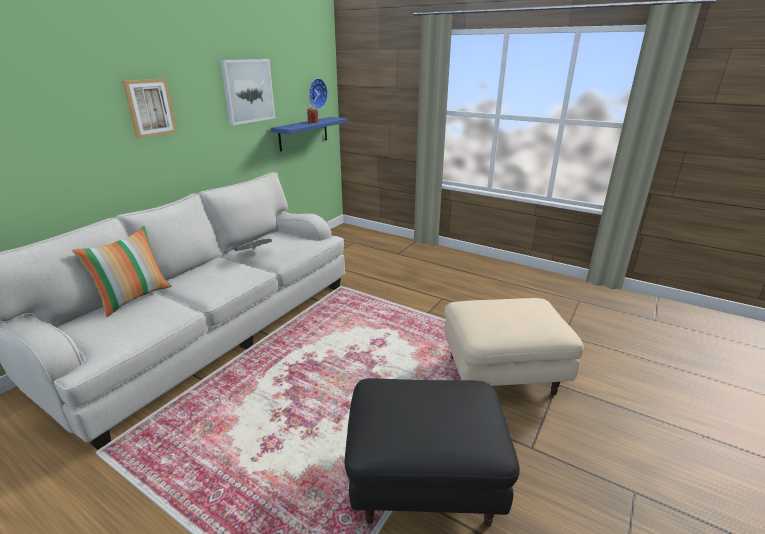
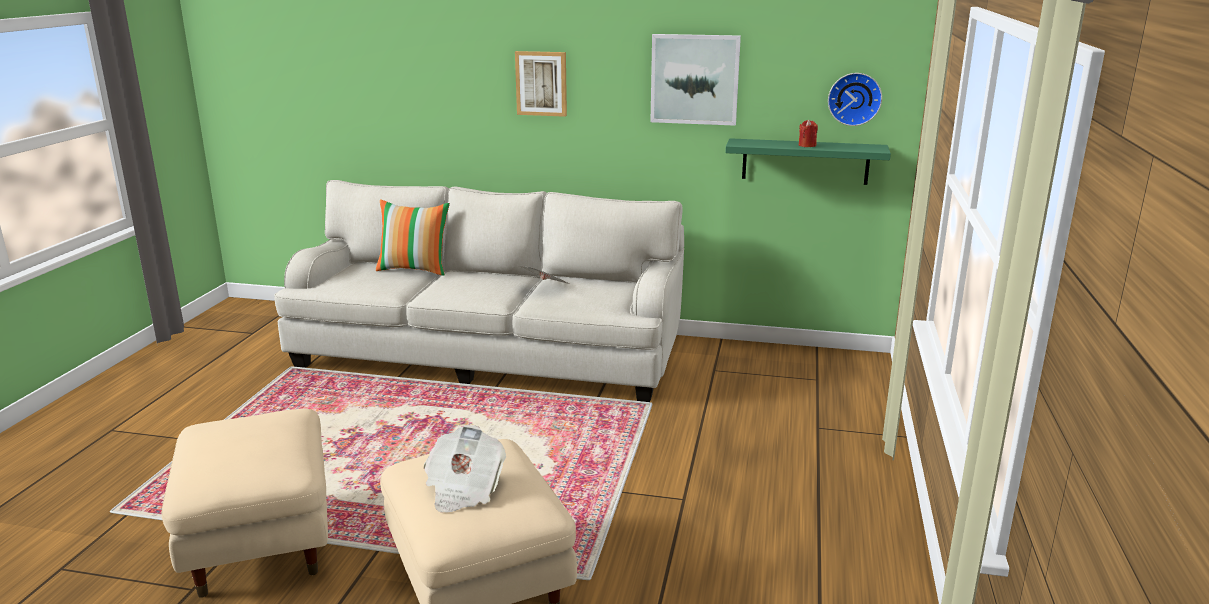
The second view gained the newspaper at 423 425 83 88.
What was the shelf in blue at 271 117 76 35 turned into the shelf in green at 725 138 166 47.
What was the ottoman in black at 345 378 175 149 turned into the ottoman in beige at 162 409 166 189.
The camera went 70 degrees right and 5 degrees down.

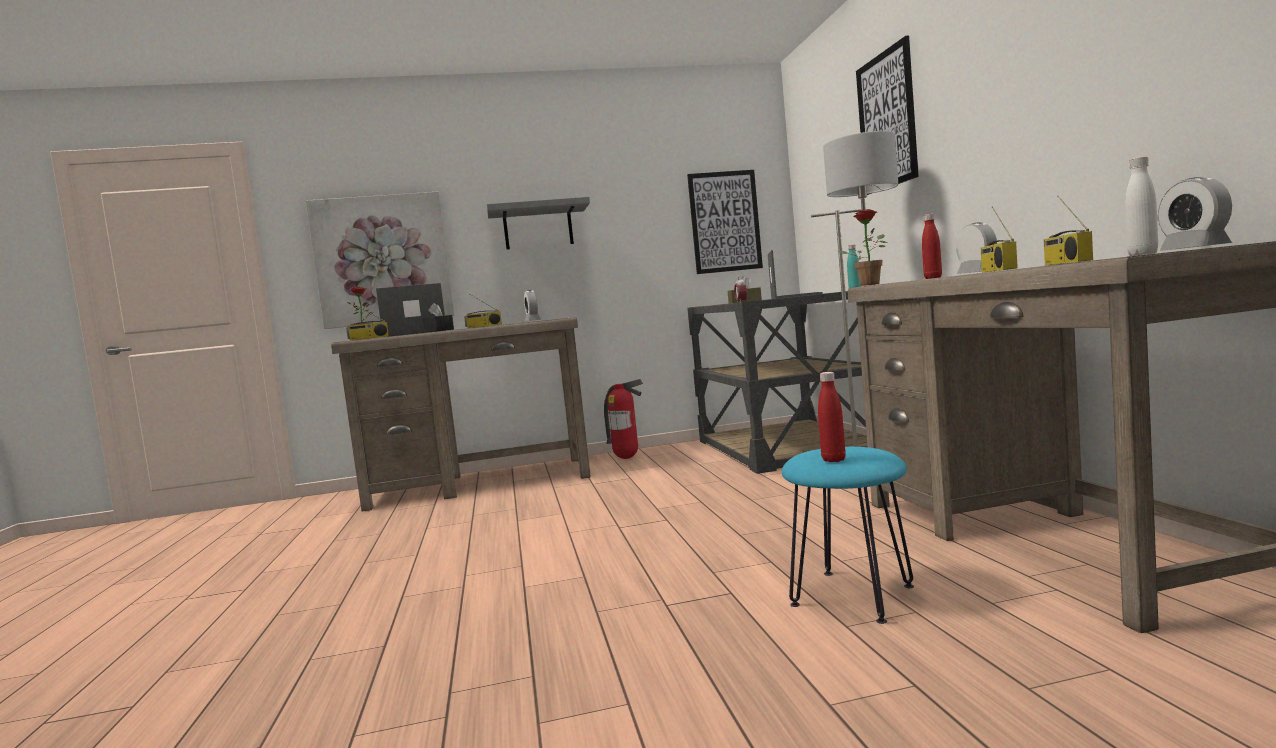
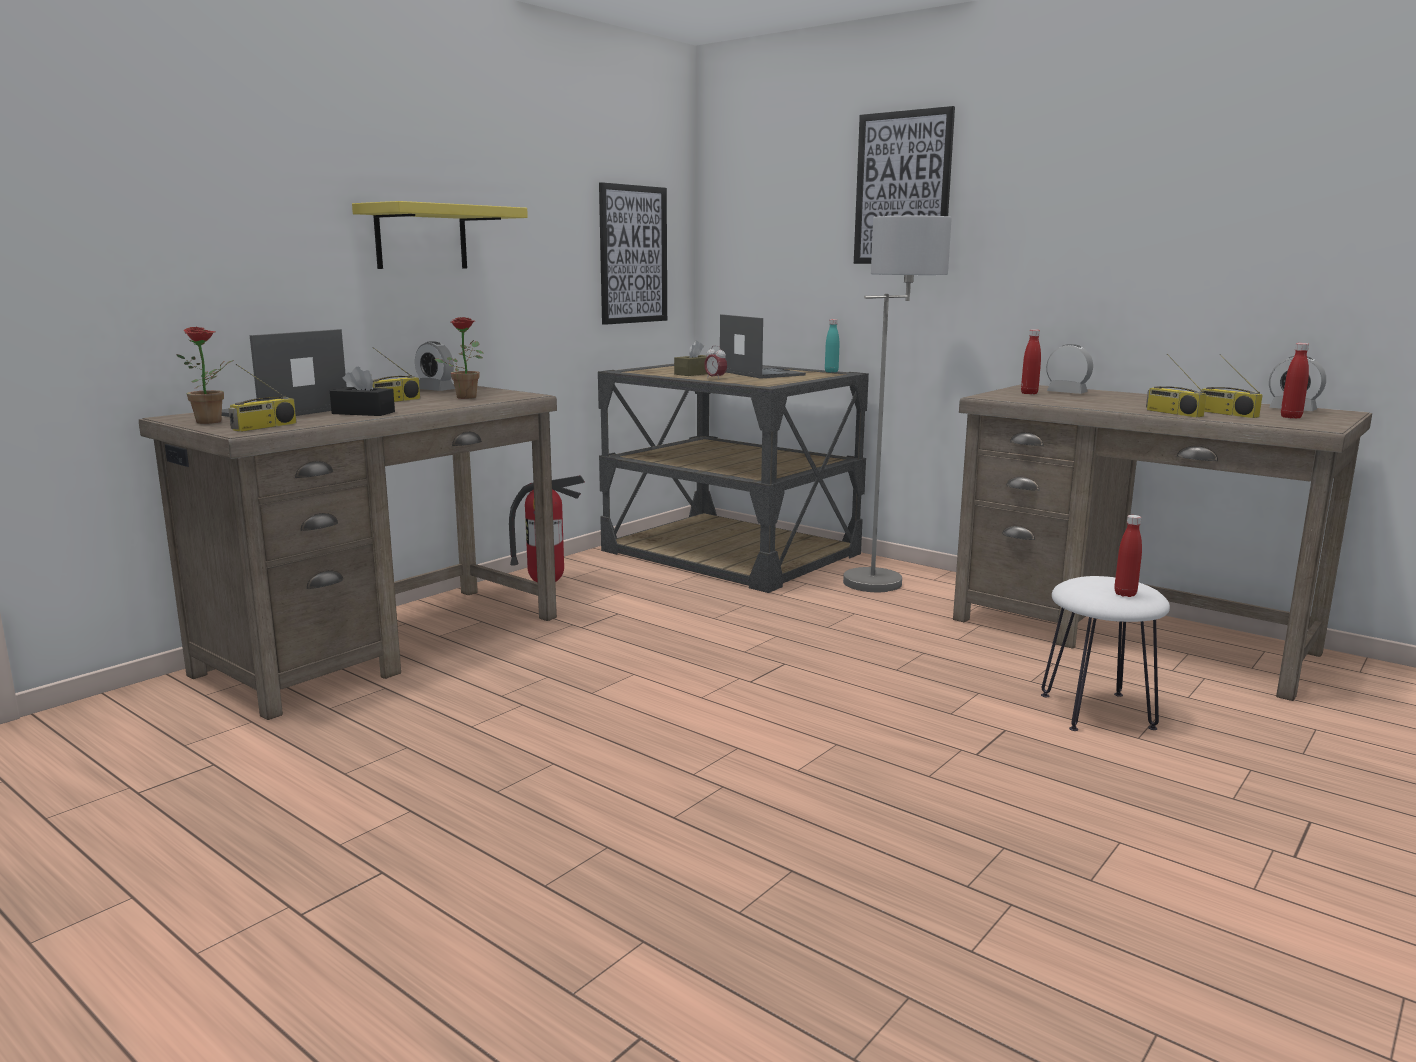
The second view lost the picture at 305 192 149 137.
The potted plant ended up elsewhere, having gone from 838 209 49 77 to 434 317 50 82.
What was the shelf in grey at 487 197 103 53 turned into the shelf in yellow at 352 201 176 68.
What was the stool in turquoise at 782 447 132 177 turned into the stool in white at 1041 576 129 155.
What was the bottle in white at 1125 157 33 99 turned into the bottle in red at 1281 343 28 76.
The camera went 40 degrees left and 10 degrees up.

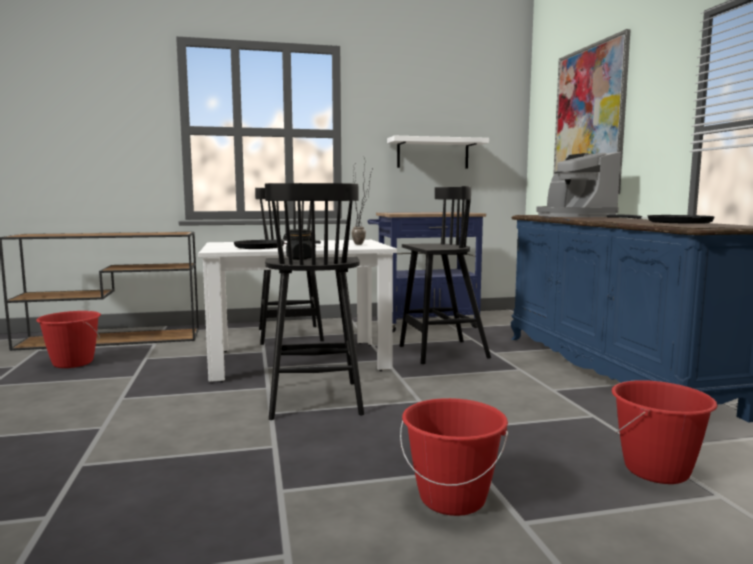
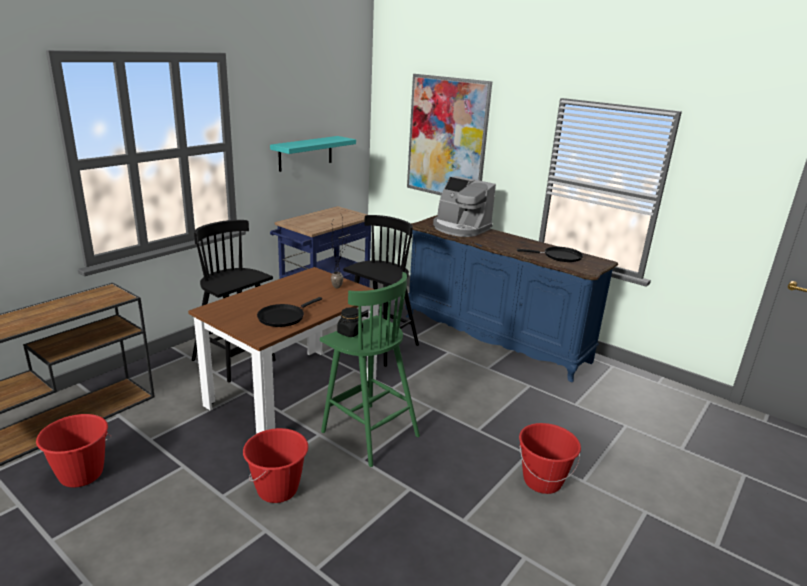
The bucket in red ended up elsewhere, having gone from 612 380 106 104 to 243 428 65 75.
What was the dining table in white at 198 240 199 142 turned into the dining table in brown at 188 267 191 167.
What was the stool in black at 265 183 99 237 turned into the stool in green at 320 272 100 195.
What was the shelf in white at 387 136 102 33 turned into the shelf in turquoise at 270 136 86 36.
The camera went 40 degrees left and 15 degrees up.

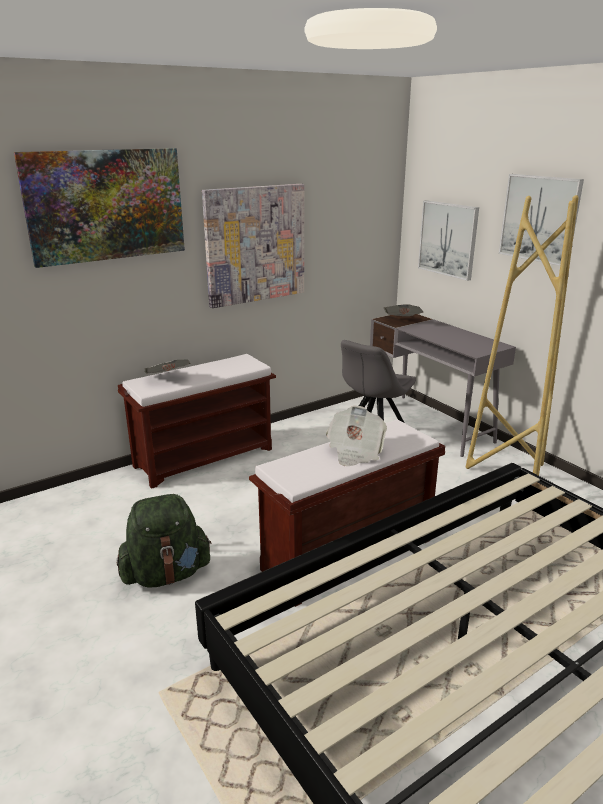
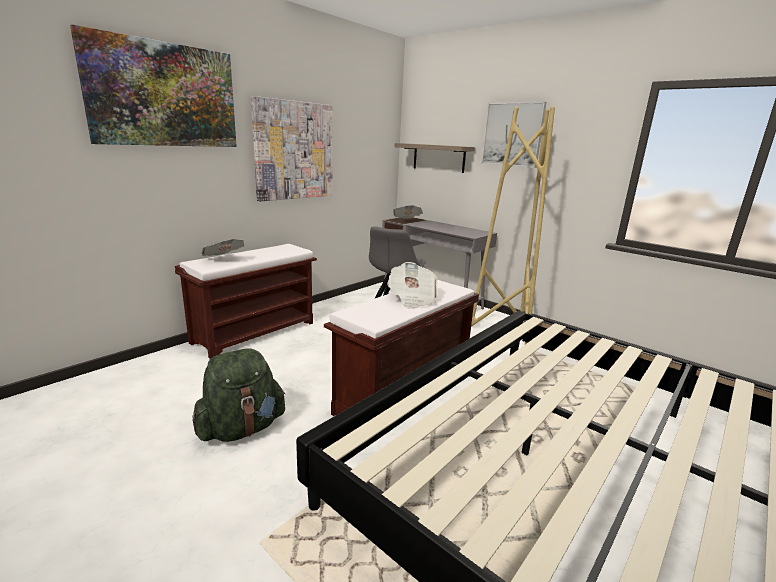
Where the picture hung at 418 200 61 81, the shelf came to hang at 395 143 80 30.
The camera went 15 degrees left and 5 degrees down.

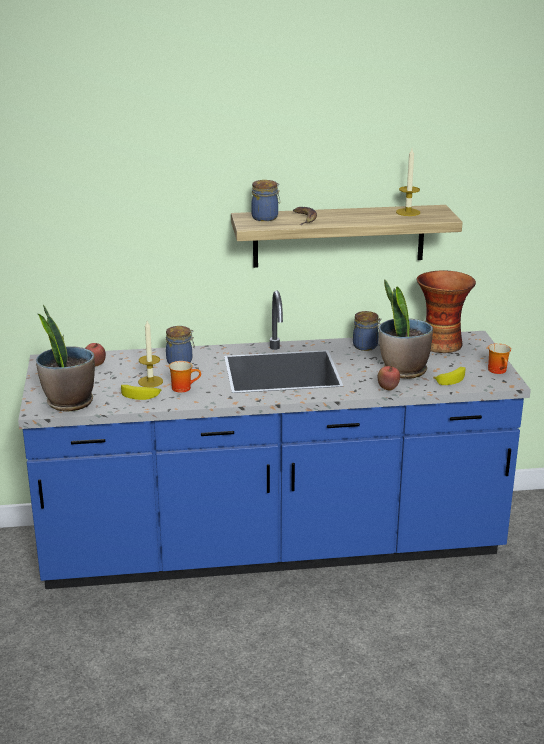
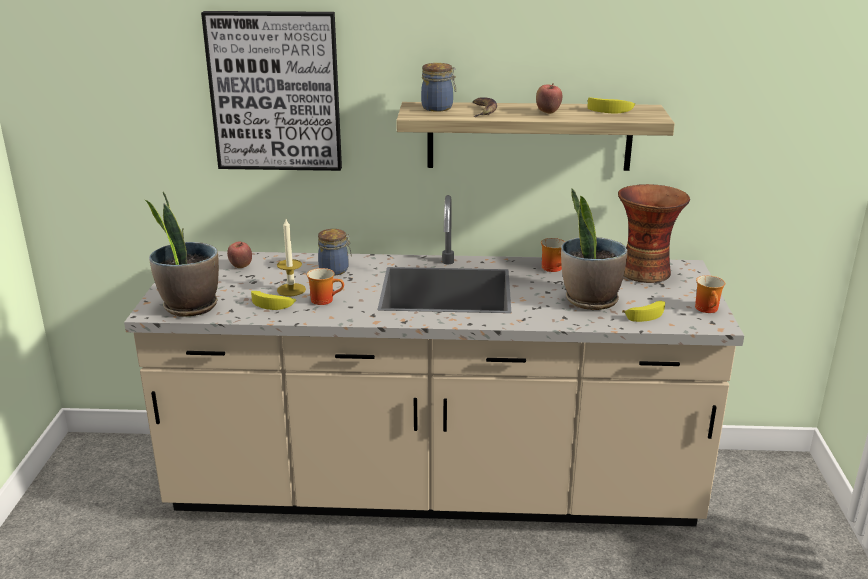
The second view gained the picture at 201 11 141 160.
The apple ended up elsewhere, having gone from 378 366 22 25 to 536 83 26 31.
Where the jar stood at 353 311 28 40, the mug came to stand at 541 238 24 34.
Where the candle stood at 396 149 24 67, the banana came to stand at 587 98 48 15.
What was the counter in blue at 18 291 513 298 turned into the counter in beige at 124 195 620 332.
The camera went 10 degrees right and 0 degrees up.

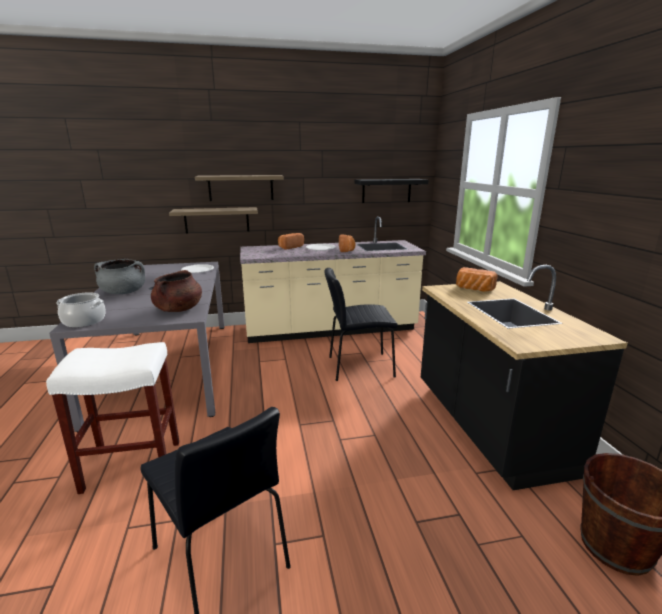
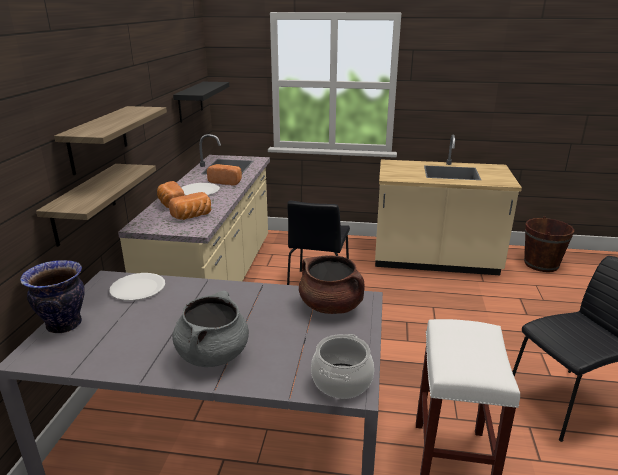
The second view gained the vase at 20 260 65 73.
The bread ended up elsewhere, having gone from 456 267 42 25 to 169 192 42 28.
What was the counter in black at 421 265 207 225 turned into the counter in beige at 375 135 147 140.
The camera went 70 degrees left and 5 degrees up.

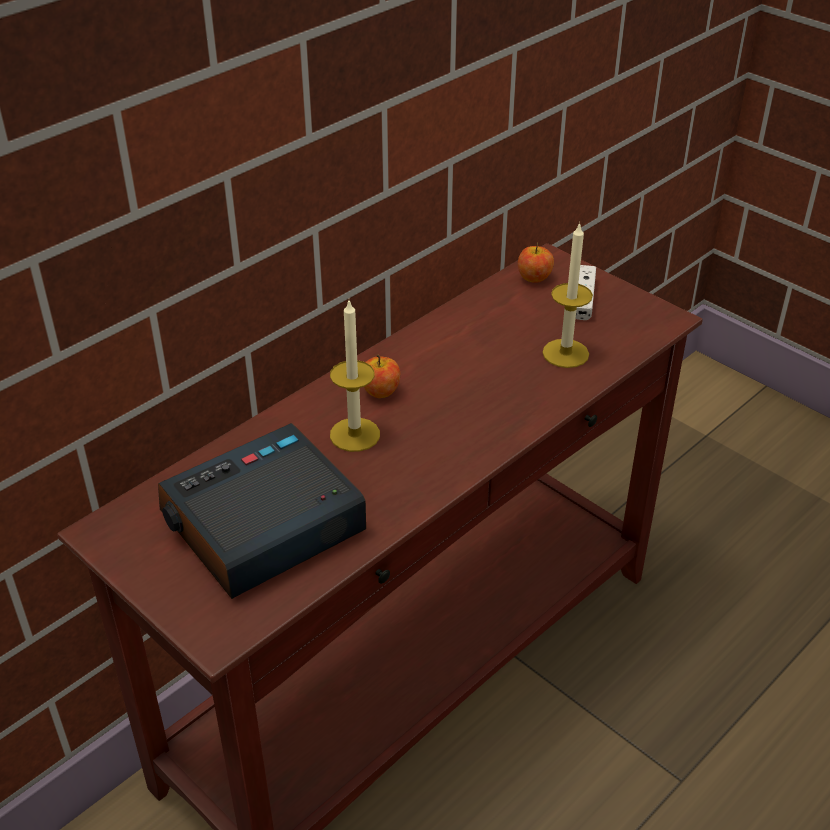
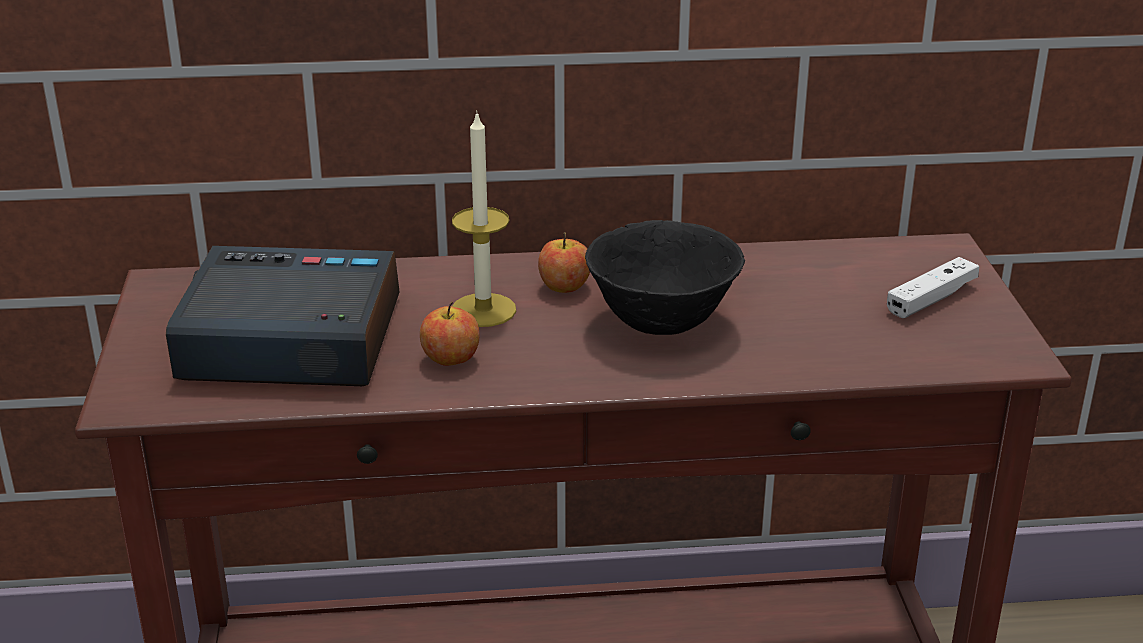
The second view lost the candle at 542 222 51 146.
The second view gained the bowl in black at 585 220 160 115.
The apple ended up elsewhere, having gone from 518 243 36 40 to 420 302 59 64.
The camera went 40 degrees right and 10 degrees down.

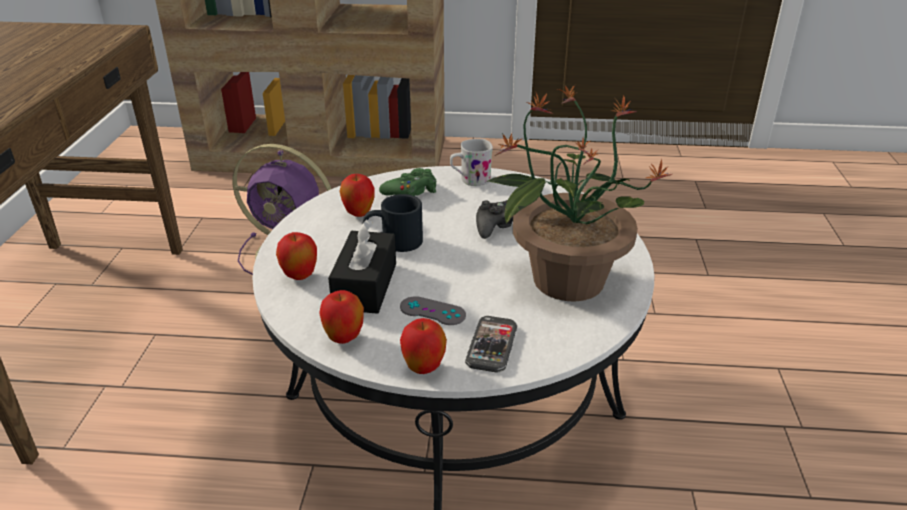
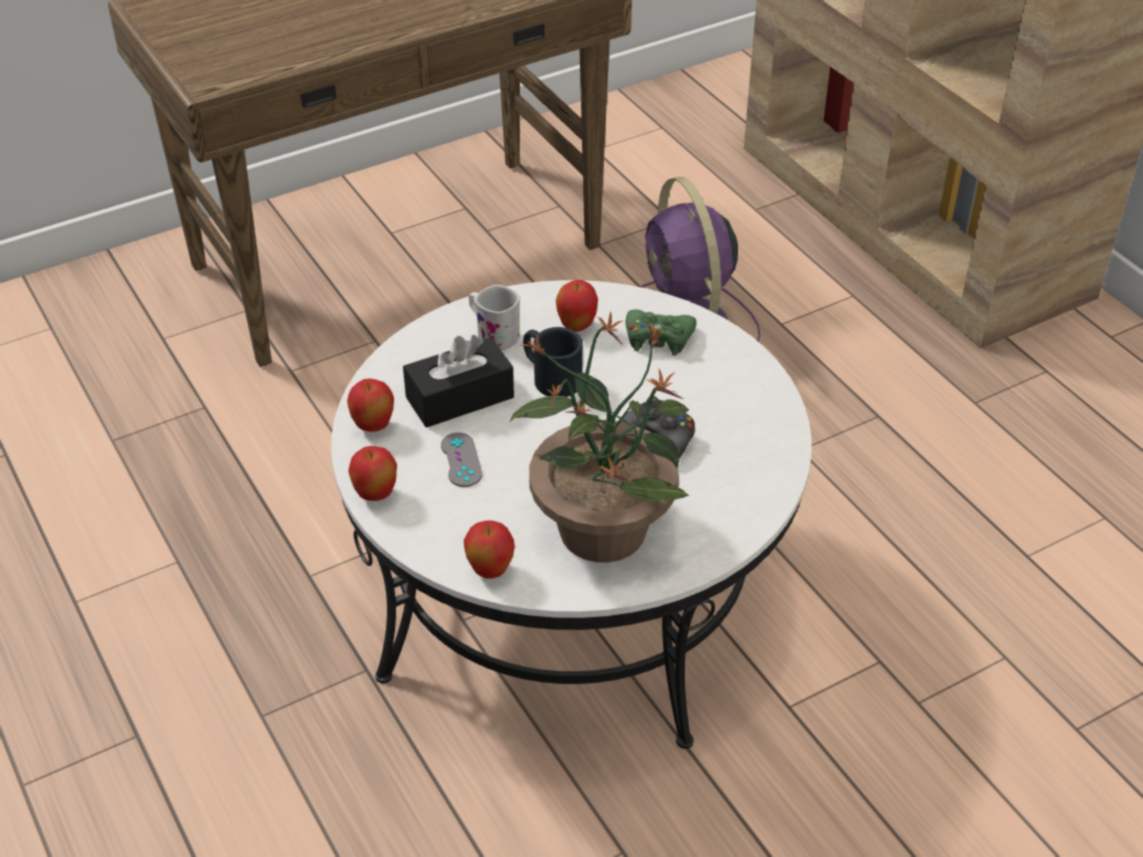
The second view lost the phone at 465 316 52 57.
The apple ended up elsewhere, having gone from 276 232 41 48 to 464 520 51 58.
The mug in white ended up elsewhere, having gone from 450 139 43 47 to 469 285 51 66.
The camera went 55 degrees right and 10 degrees up.

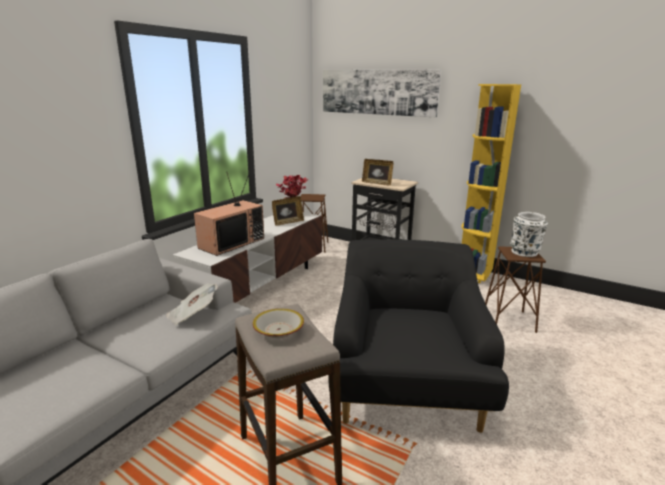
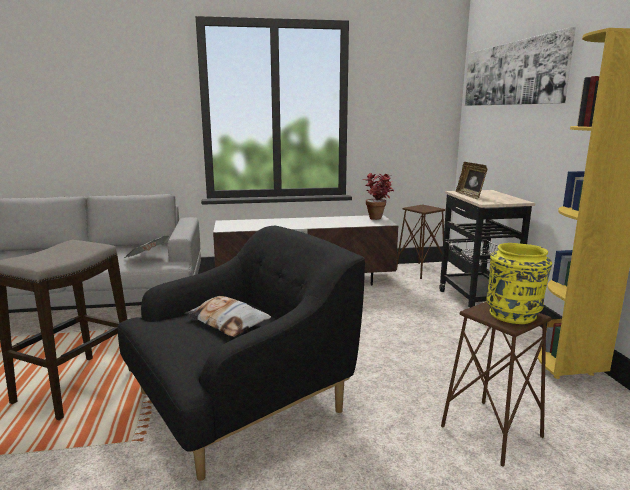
The second view lost the television at 194 171 70 85.
The second view lost the bowl at 253 309 51 29.
The second view lost the picture frame at 272 196 32 30.
The second view gained the pillow at 185 296 86 41.
What was the vase in white at 510 212 38 45 turned into the vase in yellow at 486 243 66 81.
The camera went 50 degrees right and 5 degrees down.

